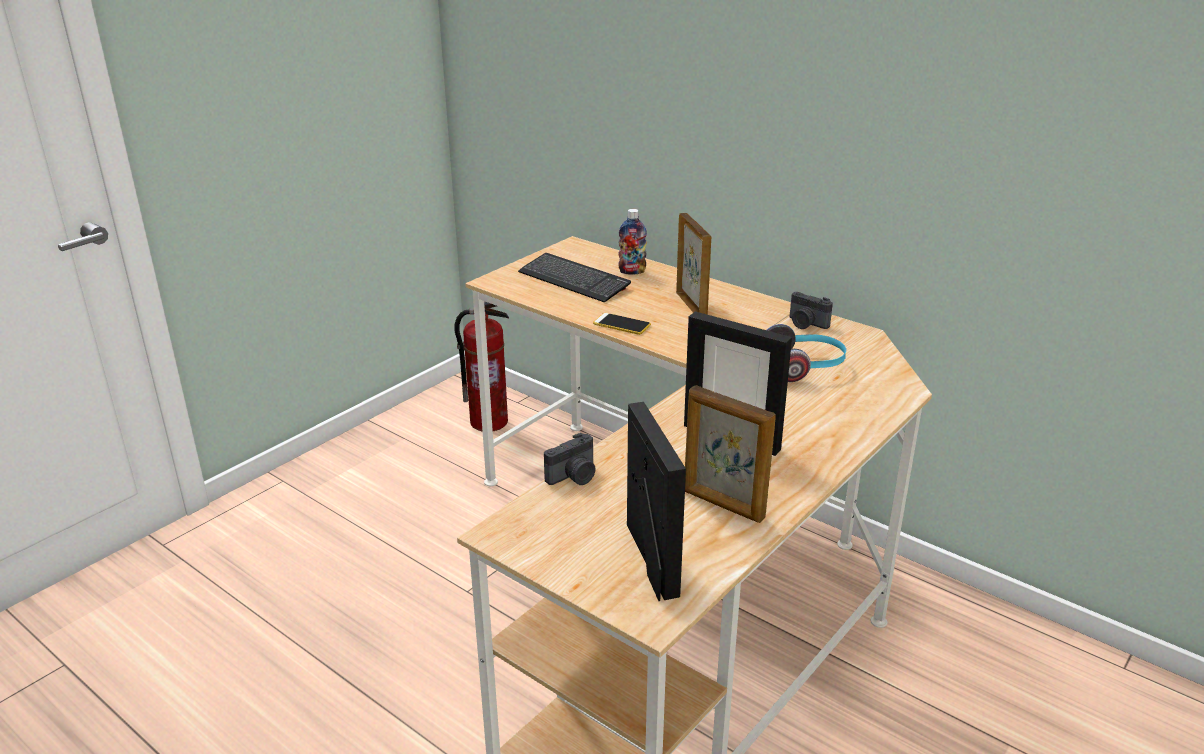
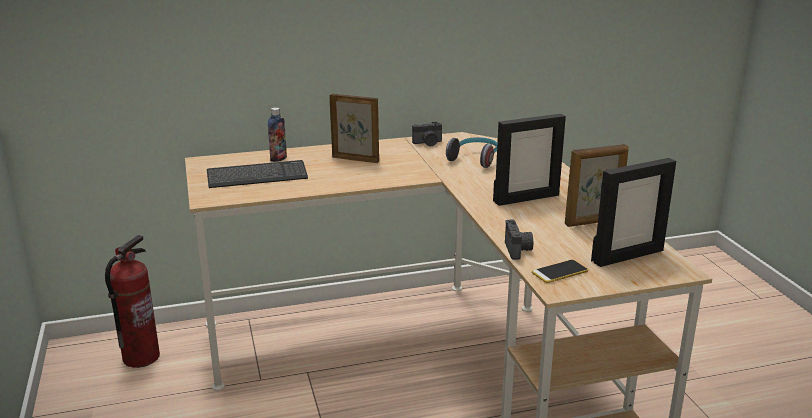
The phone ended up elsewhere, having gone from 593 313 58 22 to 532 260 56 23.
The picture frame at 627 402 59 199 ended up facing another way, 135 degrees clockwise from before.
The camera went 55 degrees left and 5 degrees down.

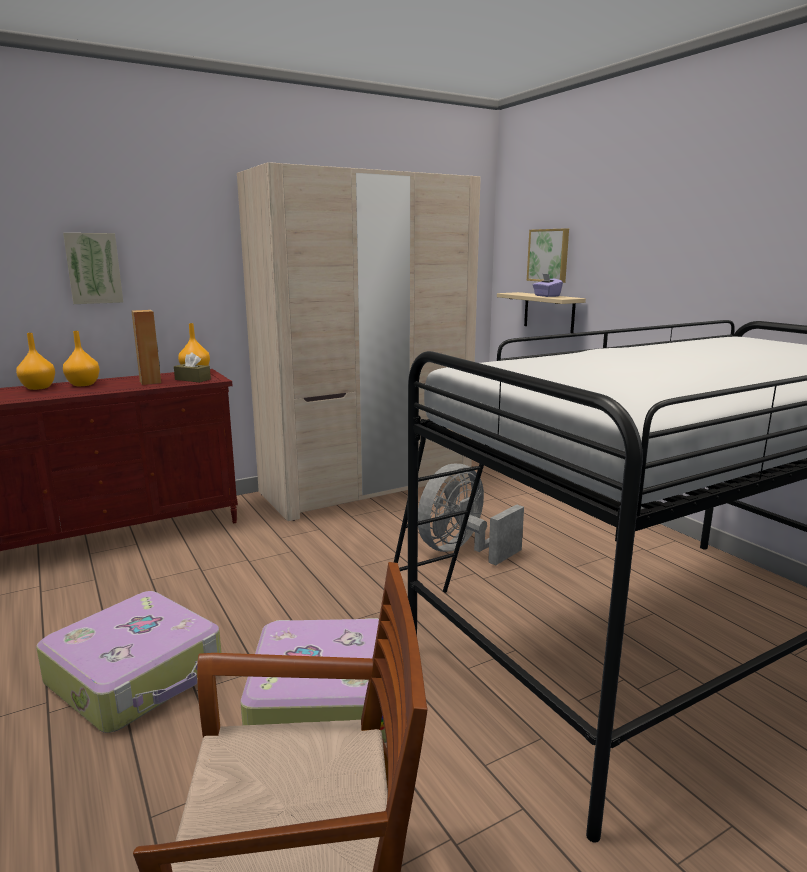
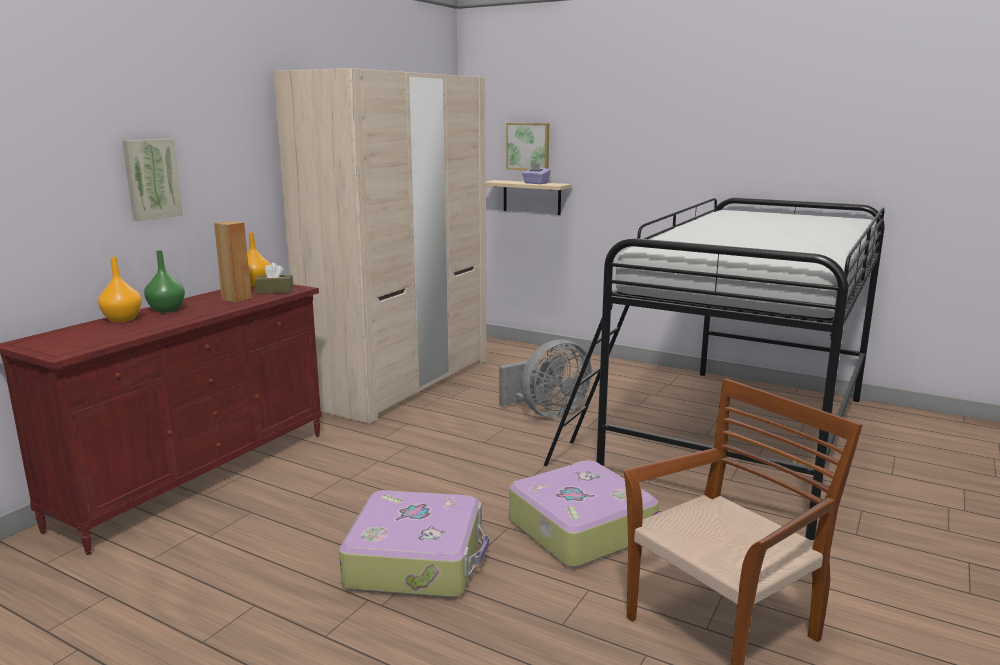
What was the vase in orange at 63 331 37 55 turned into the vase in green at 144 250 41 63.
The fan in grey at 418 464 106 101 ended up facing another way, 135 degrees counterclockwise from before.
The camera went 30 degrees left and 0 degrees up.

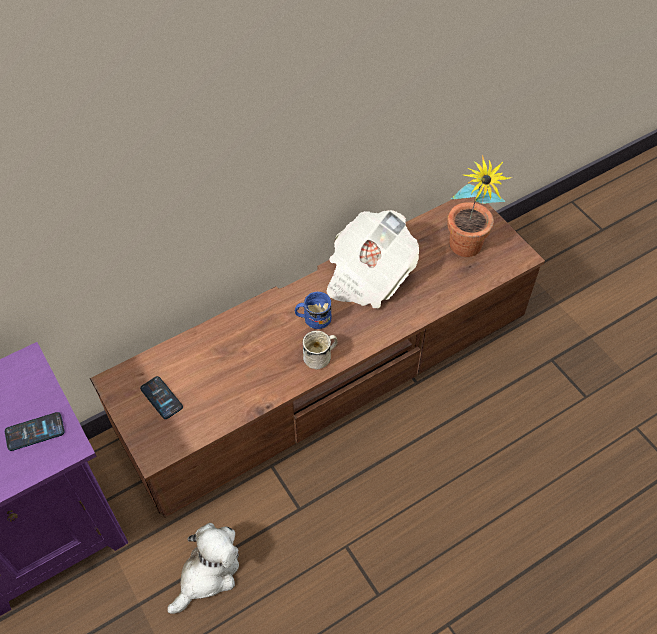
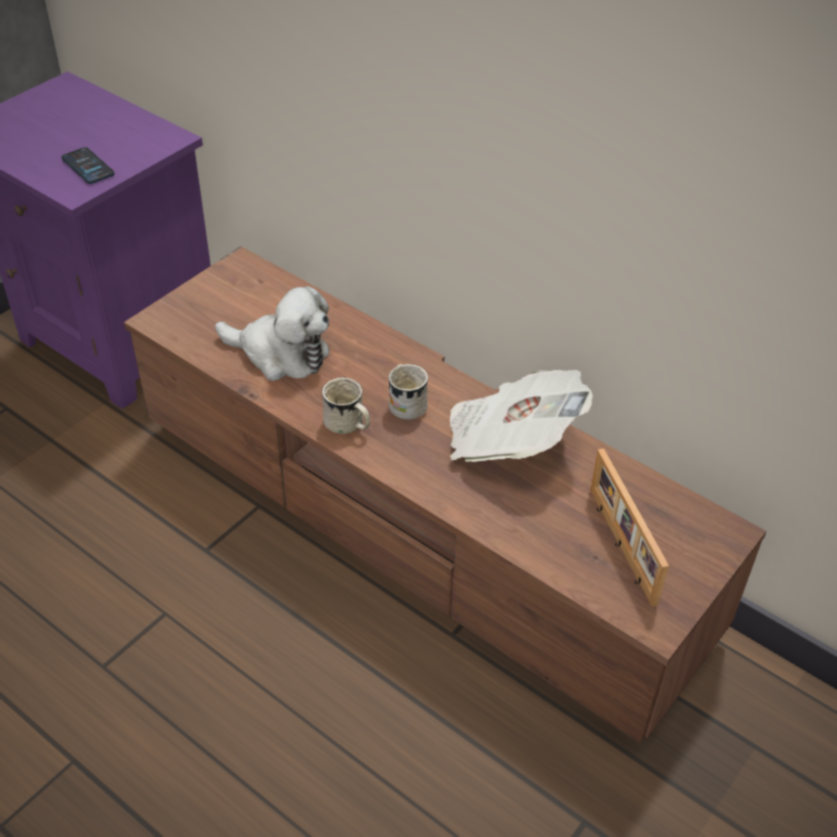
The second view lost the phone at 140 376 43 43.
The plush toy ended up elsewhere, having gone from 167 523 72 91 to 215 286 114 95.
Where the potted plant stood at 447 155 66 102, the picture frame came to stand at 590 448 79 159.
What was the mug in blue at 295 292 37 37 turned into the mug in white at 388 364 40 56.
The camera went 70 degrees right and 10 degrees down.

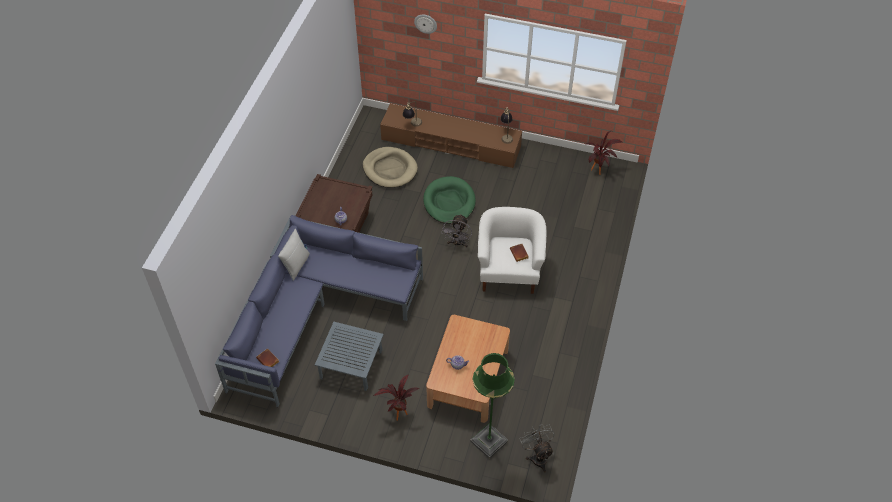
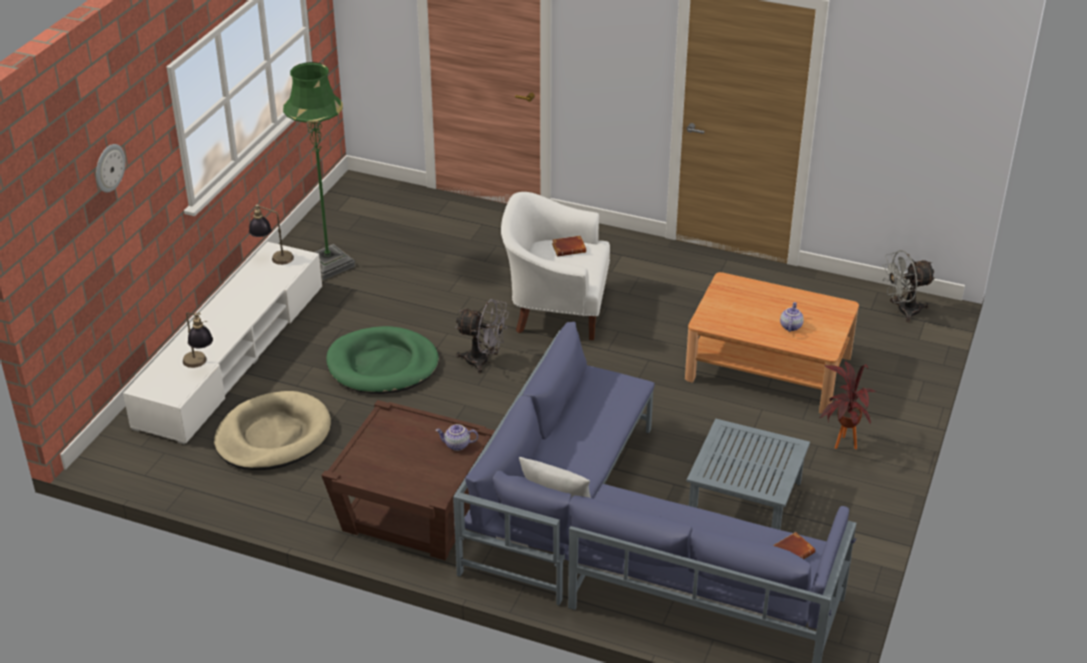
The second view lost the potted plant at 586 131 36 44.
The floor lamp in green ended up elsewhere, having gone from 470 353 45 106 to 283 62 73 218.
What was the tv stand in brown at 380 104 142 64 turned into the tv stand in white at 123 242 199 202.
The camera went 85 degrees left and 15 degrees down.

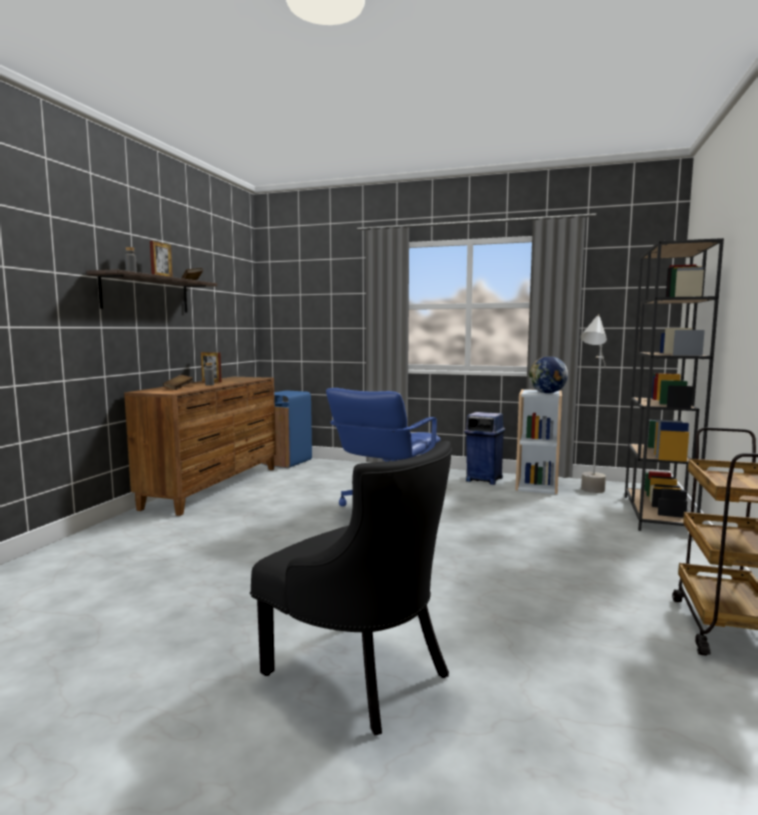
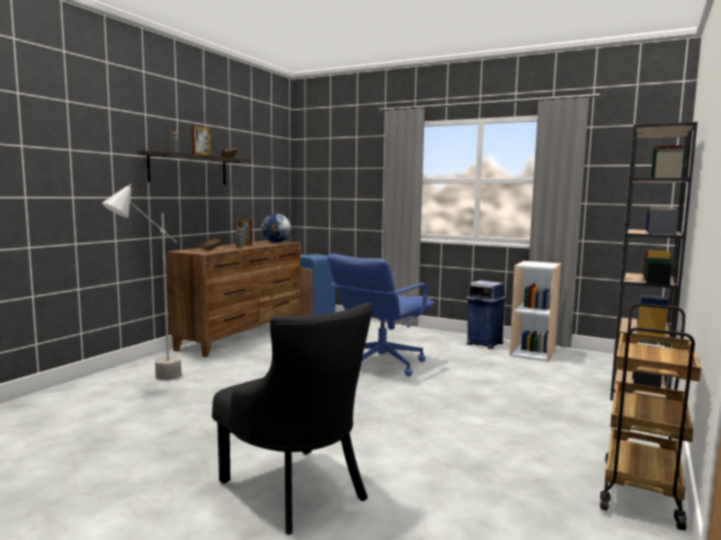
The globe ended up elsewhere, having gone from 529 356 39 37 to 261 213 30 29.
The floor lamp in grey ended up elsewhere, having gone from 580 314 27 179 to 102 184 80 196.
The camera went 10 degrees right and 0 degrees up.

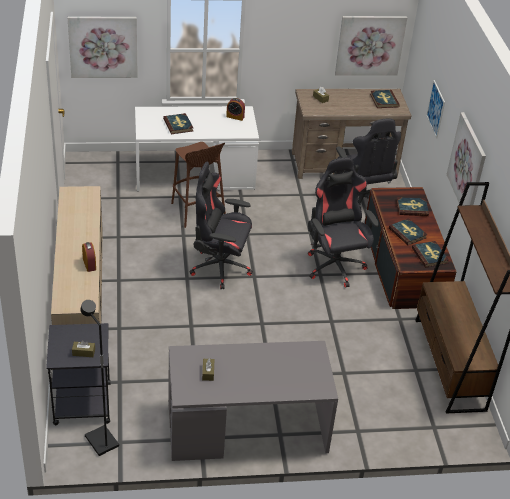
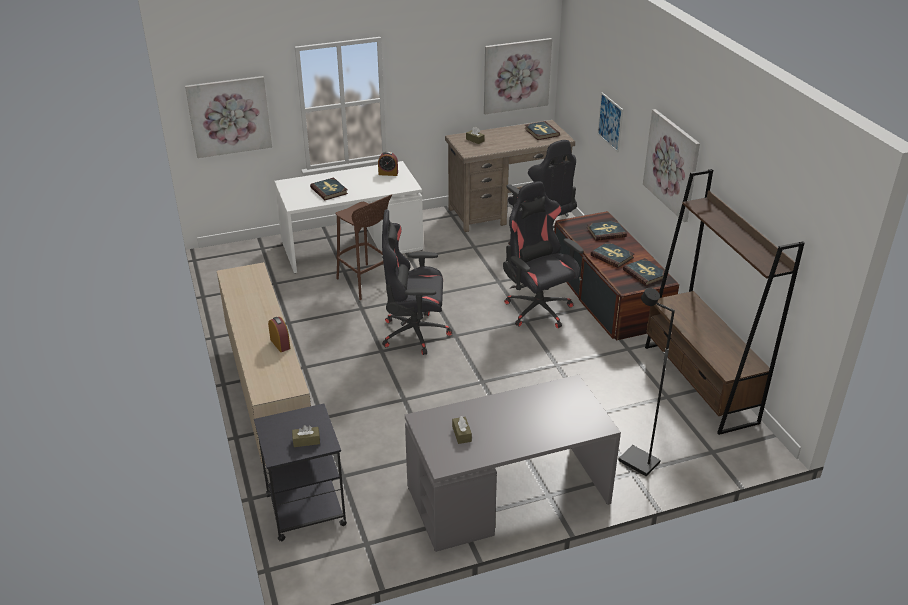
The floor lamp in black ended up elsewhere, having gone from 80 300 39 156 to 618 288 57 188.
The camera went 10 degrees left and 5 degrees down.

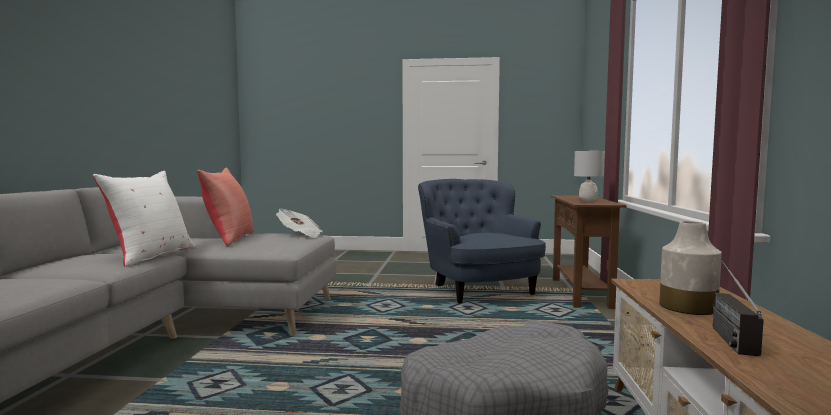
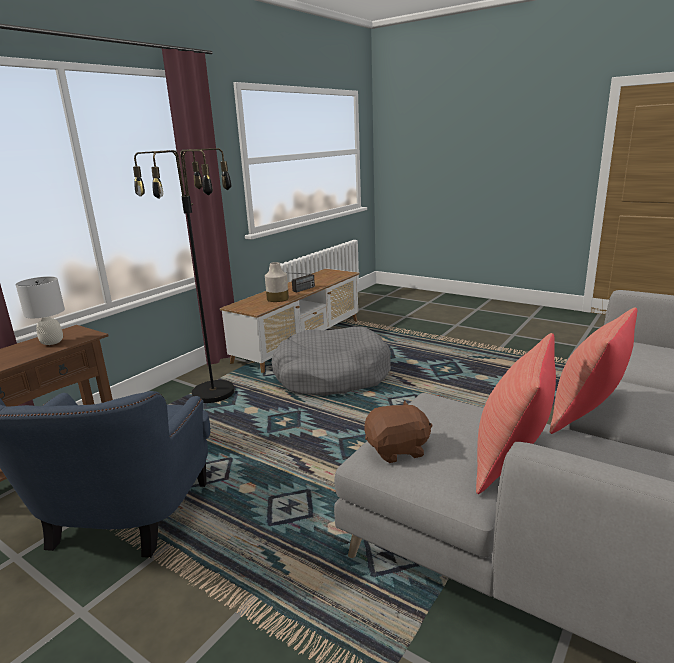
The second view gained the floor lamp at 133 148 102 255.
Where the newspaper stood at 276 209 47 29, the plush toy in brown came to stand at 364 401 68 62.
What was the pillow in white at 93 171 102 96 turned into the pillow in red at 550 307 88 127.
The camera went 150 degrees left and 15 degrees up.

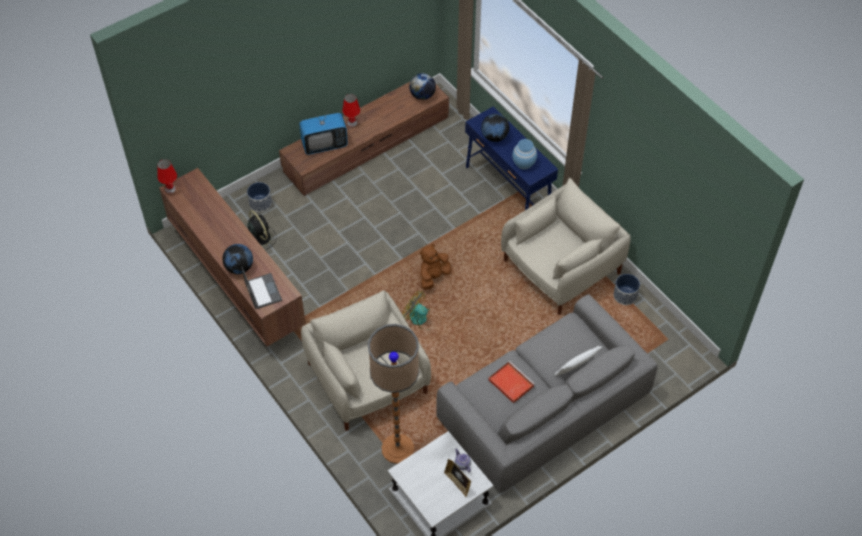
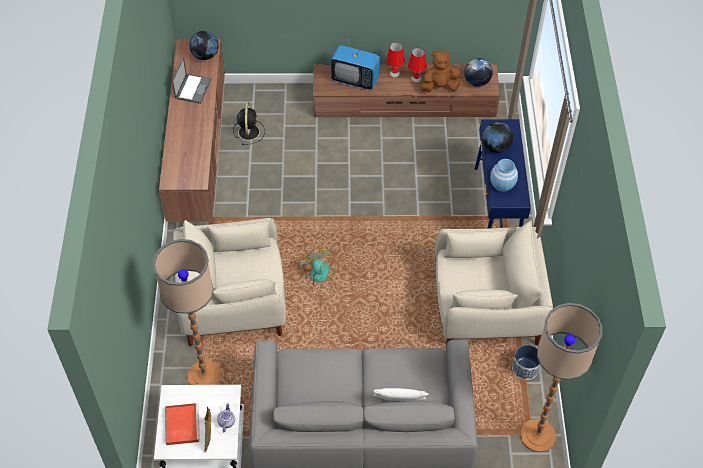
The second view lost the planter at 247 182 25 30.
The second view gained the floor lamp at 520 303 83 149.
The table lamp in red ended up elsewhere, having gone from 157 159 20 34 to 408 48 19 35.
The globe ended up elsewhere, having gone from 222 244 31 30 to 189 31 30 29.
The laptop ended up elsewhere, having gone from 242 267 40 43 to 172 57 39 47.
The plush toy in brown ended up elsewhere, having gone from 420 244 31 46 to 420 51 41 41.
The tray in red ended up elsewhere, having gone from 488 361 47 42 to 165 403 35 42.
The armchair in beige at 301 290 130 141 ended up facing another way, 105 degrees counterclockwise from before.
The camera went 35 degrees right and 0 degrees up.

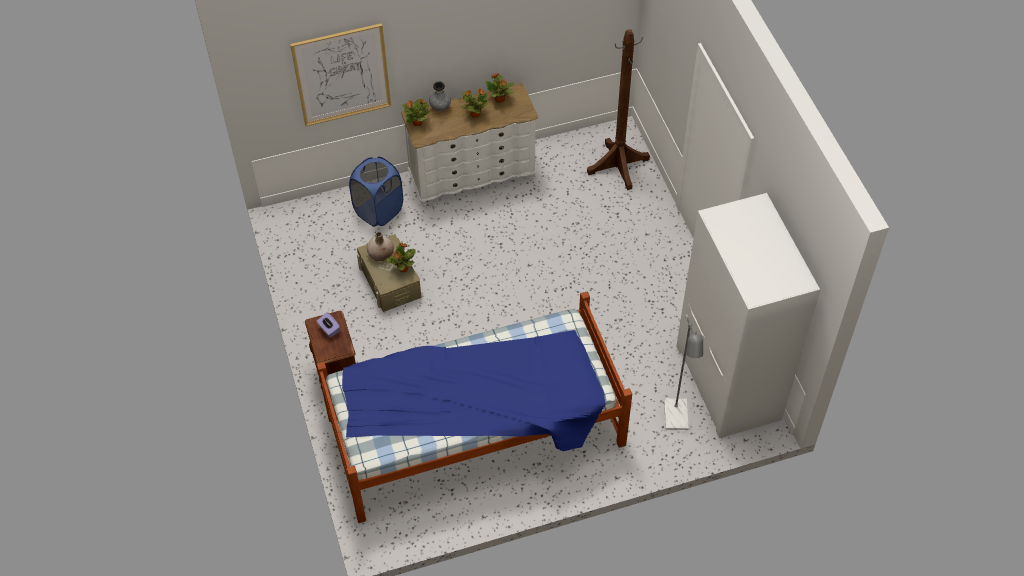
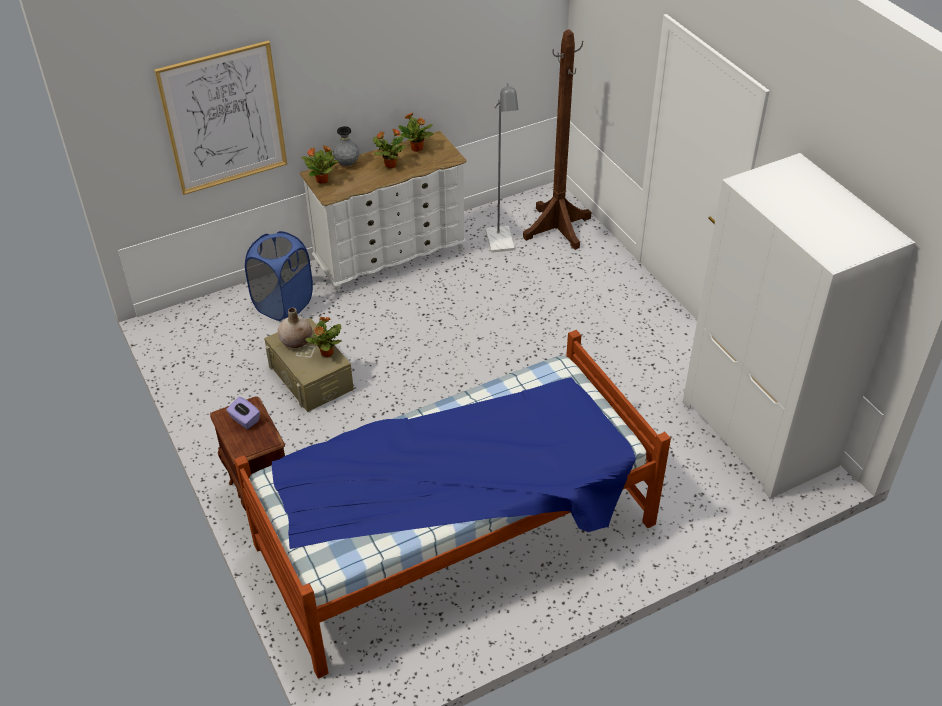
The floor lamp in grey ended up elsewhere, having gone from 664 314 39 116 to 485 83 34 170.
The camera went 10 degrees left and 10 degrees down.

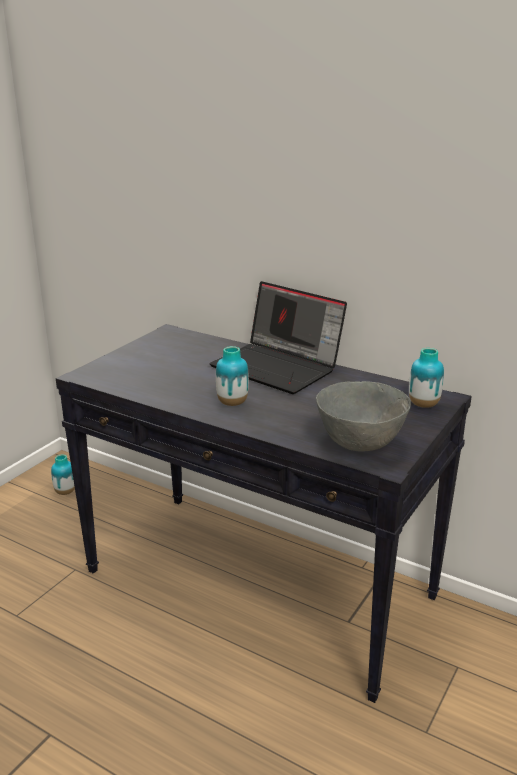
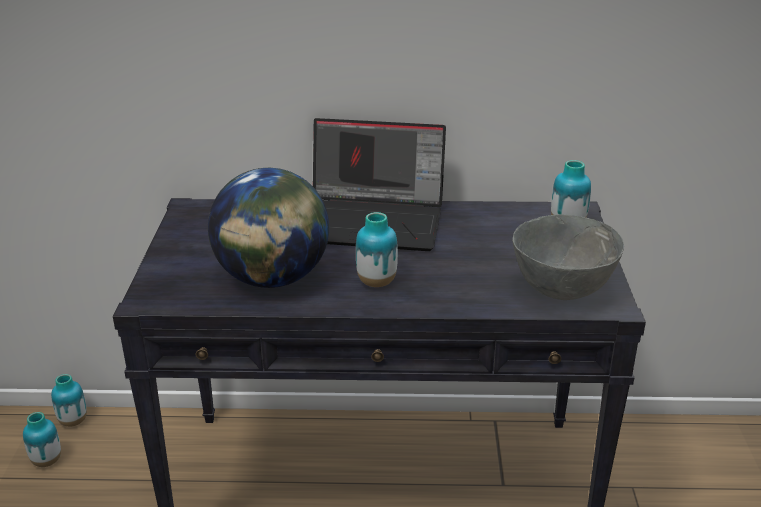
The second view gained the vase at 51 374 36 53.
The second view gained the globe at 208 168 121 120.
The camera went 30 degrees left and 5 degrees up.

